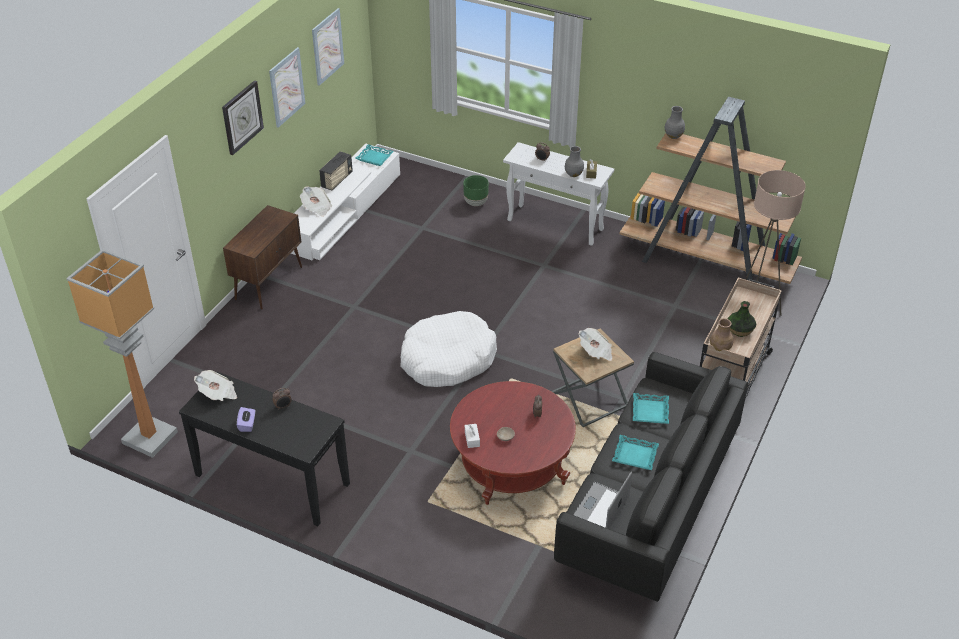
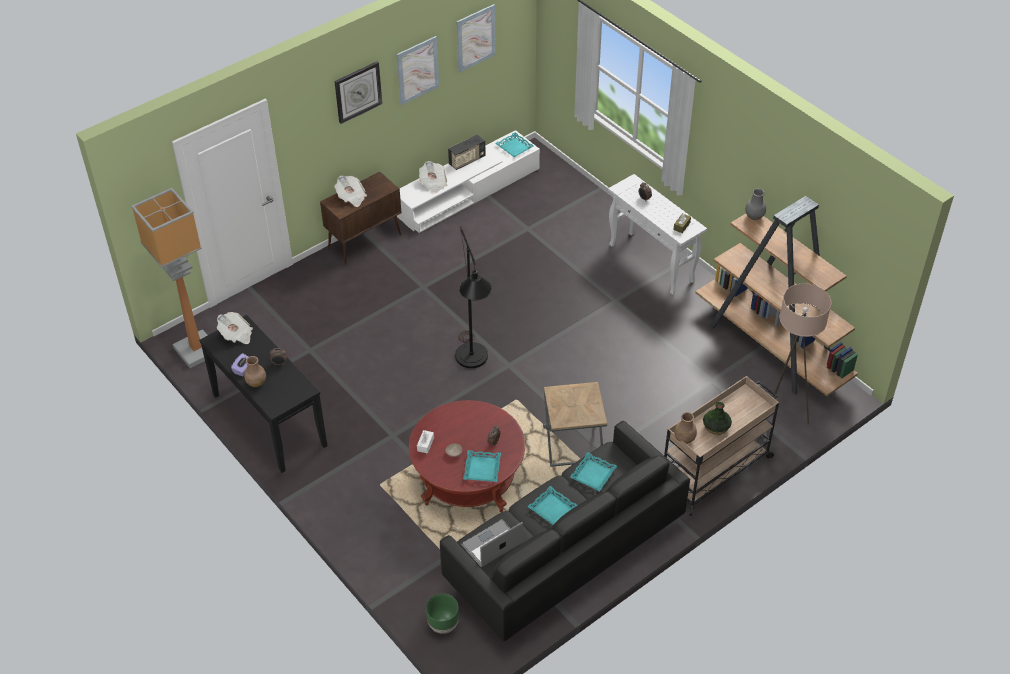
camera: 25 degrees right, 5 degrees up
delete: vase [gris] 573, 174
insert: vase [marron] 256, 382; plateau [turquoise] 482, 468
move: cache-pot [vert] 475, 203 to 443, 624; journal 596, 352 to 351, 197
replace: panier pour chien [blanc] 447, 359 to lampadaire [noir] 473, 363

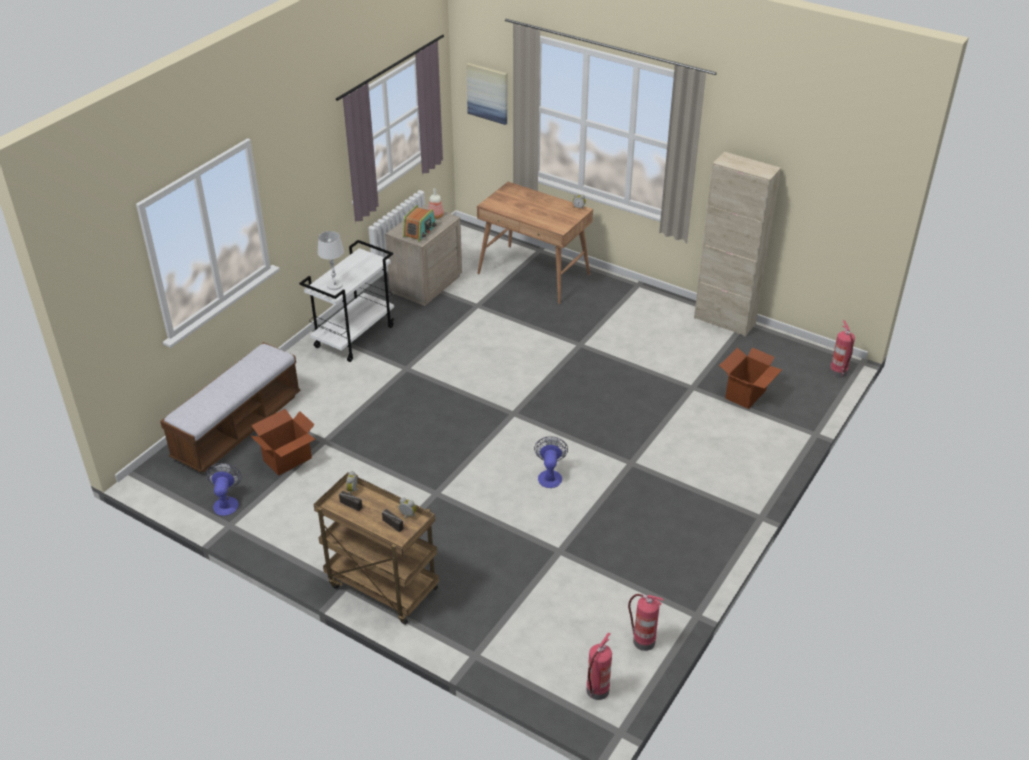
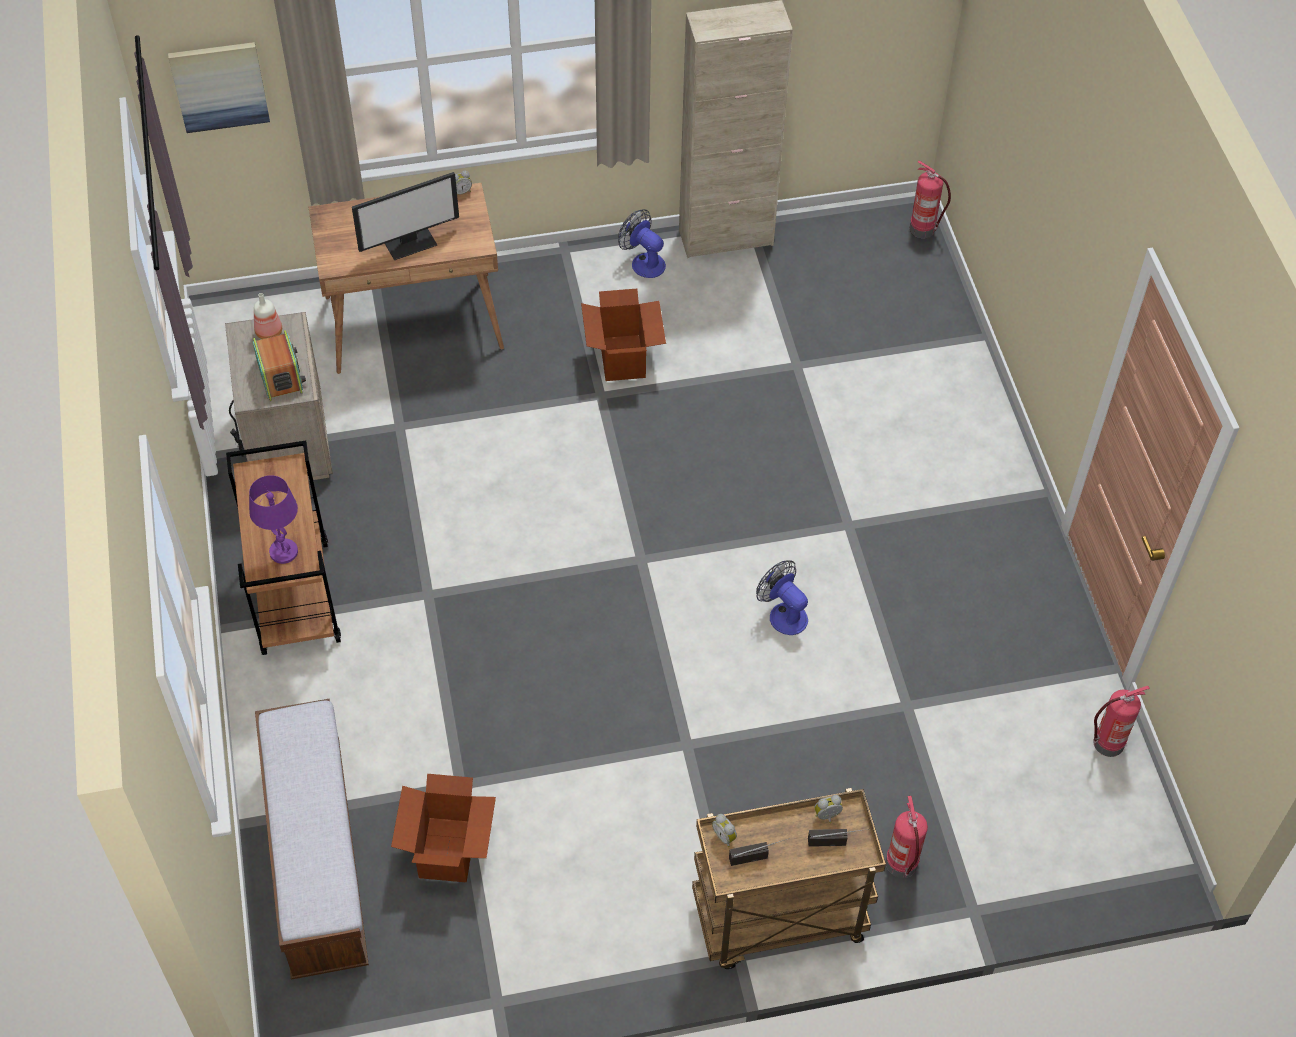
camera: 45 degrees left, 15 degrees up
insert: écran d'ordinateur 410, 242
move: ventilateur 226, 502 to 643, 262; extincteur 597, 691 to 902, 864; carton 746, 394 to 623, 358
recolor: chariot [blanc] 354, 336 to chariot [marron] 294, 596; lampe de table [blanc] 334, 285 to lampe de table [violet] 283, 552

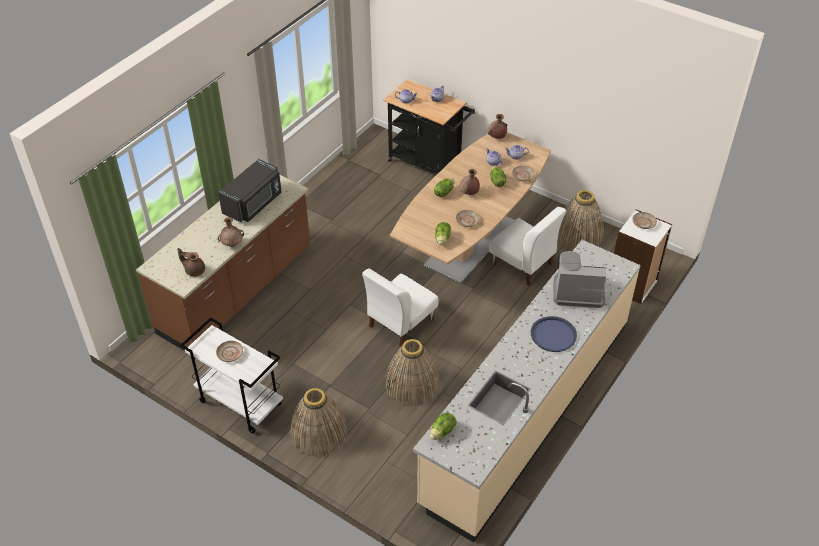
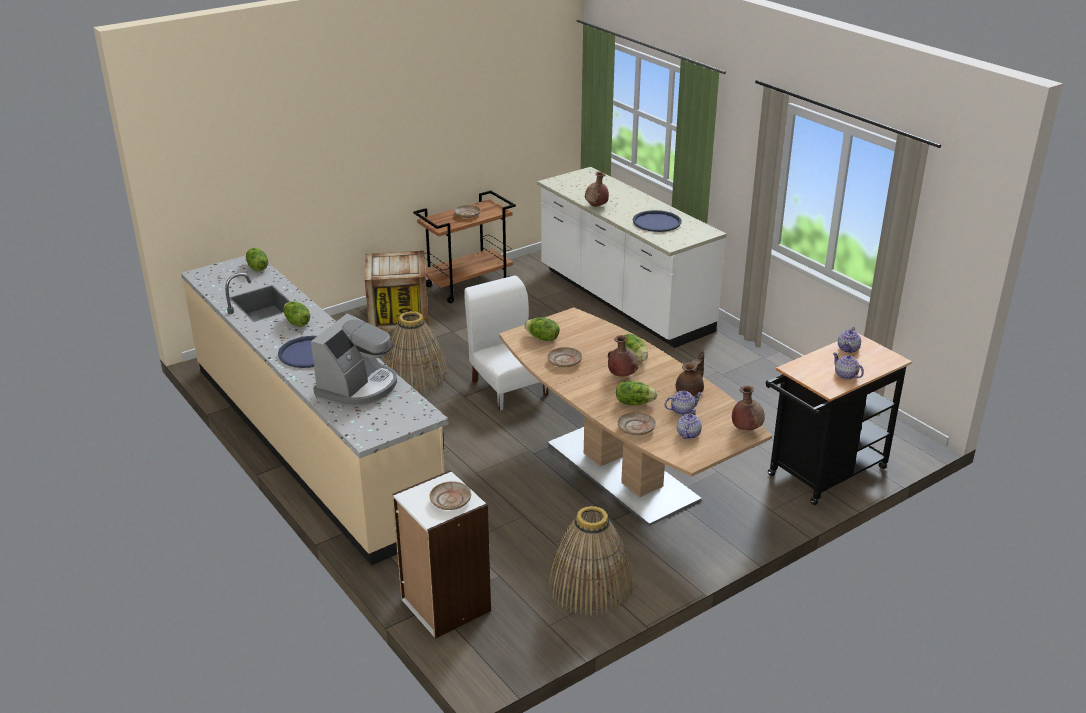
camera: 110 degrees right, 15 degrees down
delete: chaise [blanc] 523, 264
insert: laitue 296, 323
move: théière [marron] 194, 270 to 690, 391
replace: micro-ondes [noir] 254, 204 to plateau [bleu] 657, 222; panier 318, 433 to caisse 398, 317
recolor: comptoir de cuisine [marron] 237, 291 to comptoir de cuisine [blanc] 623, 301; chariot [blanc] 239, 403 to chariot [marron] 468, 285

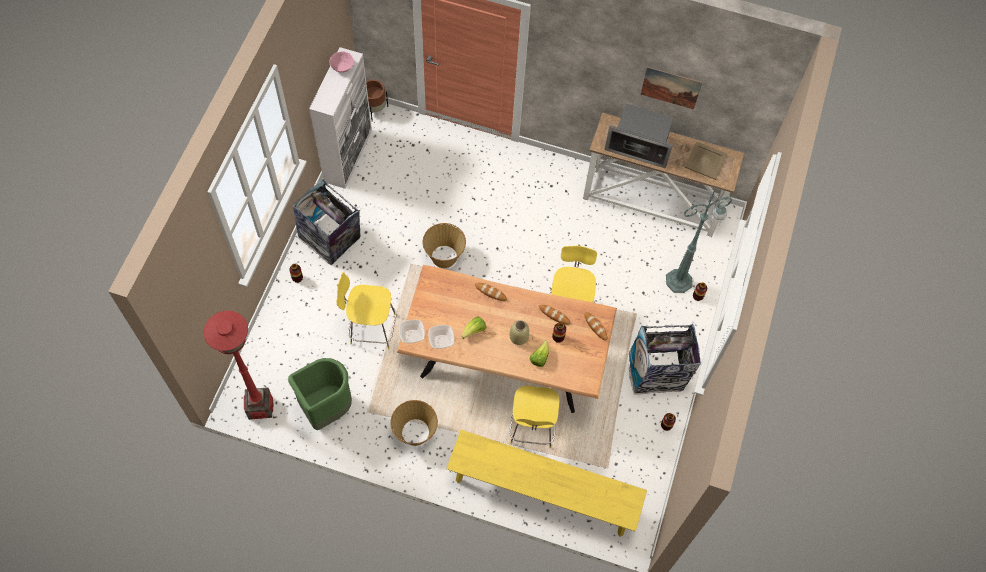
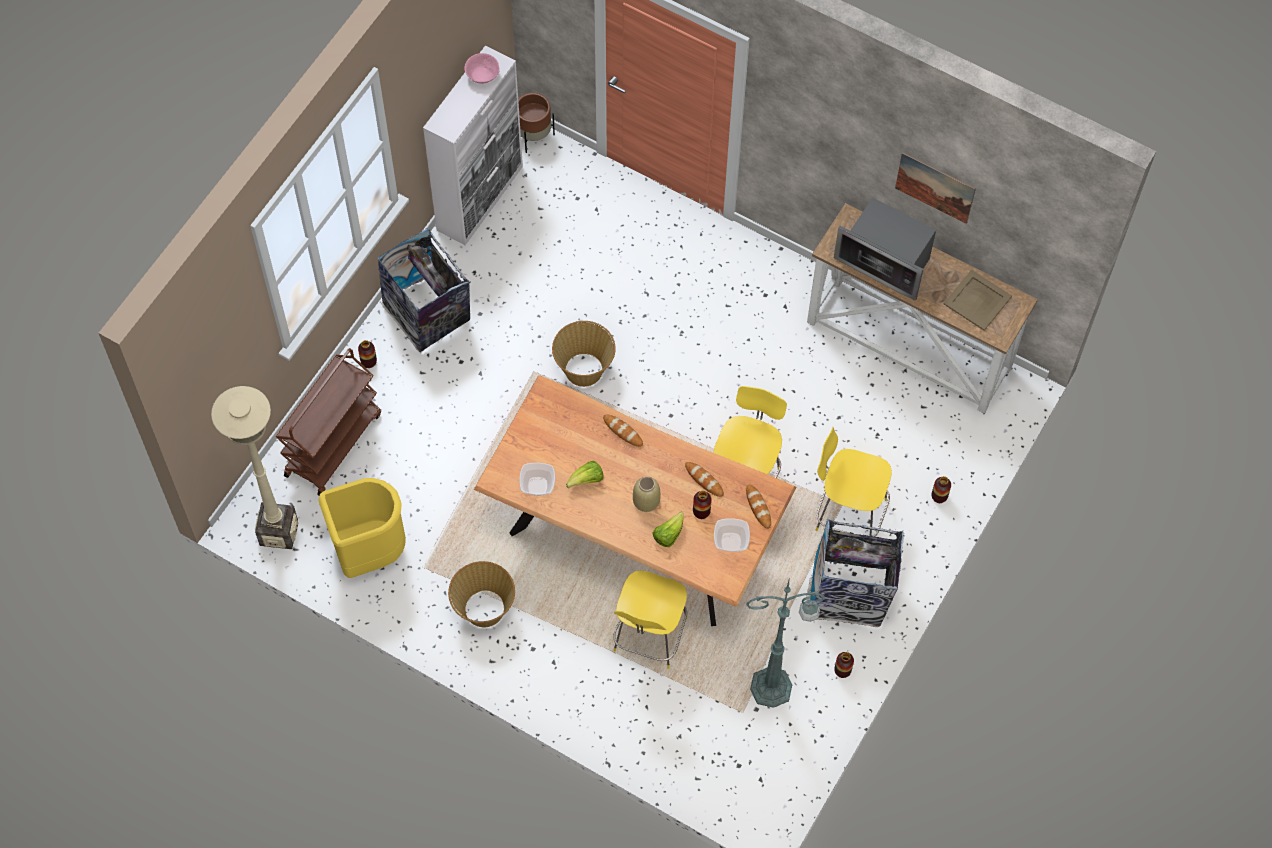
camera: 15 degrees right, 0 degrees up
delete: banc [jaune] 543, 493
insert: chariot [marron] 333, 443
move: chaise [jaune] 371, 328 to 848, 514; bol 412, 336 to 731, 541; lampadaire [vert] 680, 280 to 773, 687
recolor: lampadaire [rouge] 260, 407 to lampadaire [beige] 279, 532; poubelle [vert] 326, 409 to poubelle [jaune] 369, 552

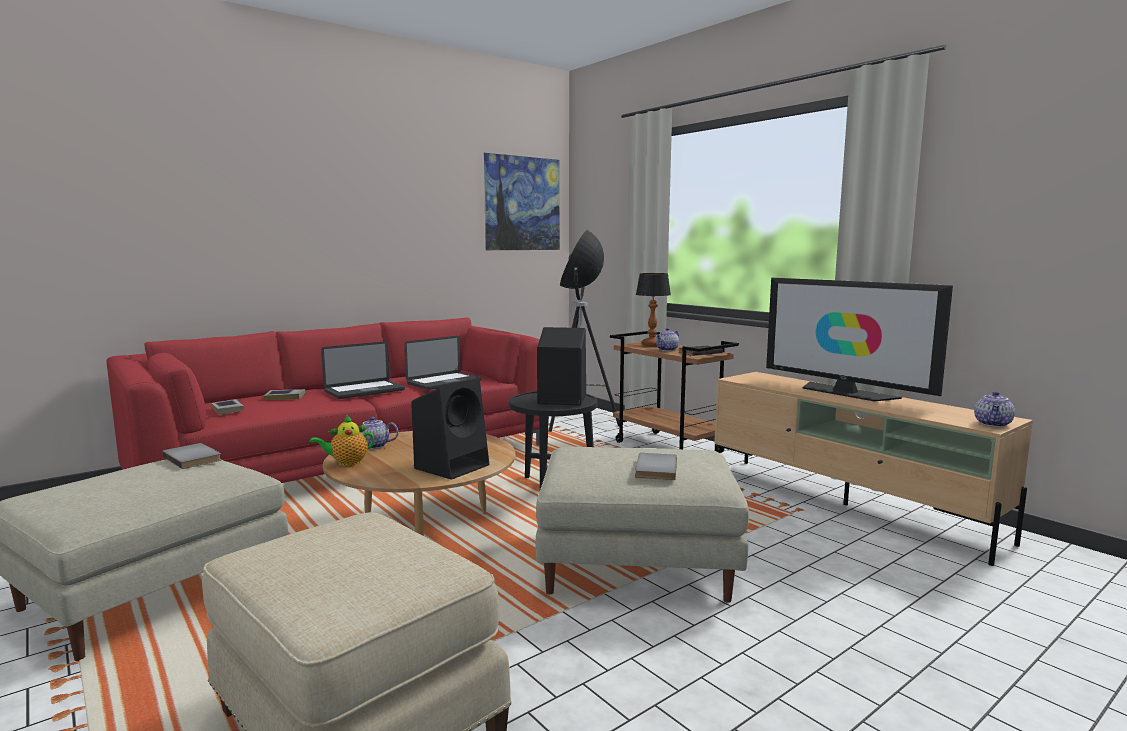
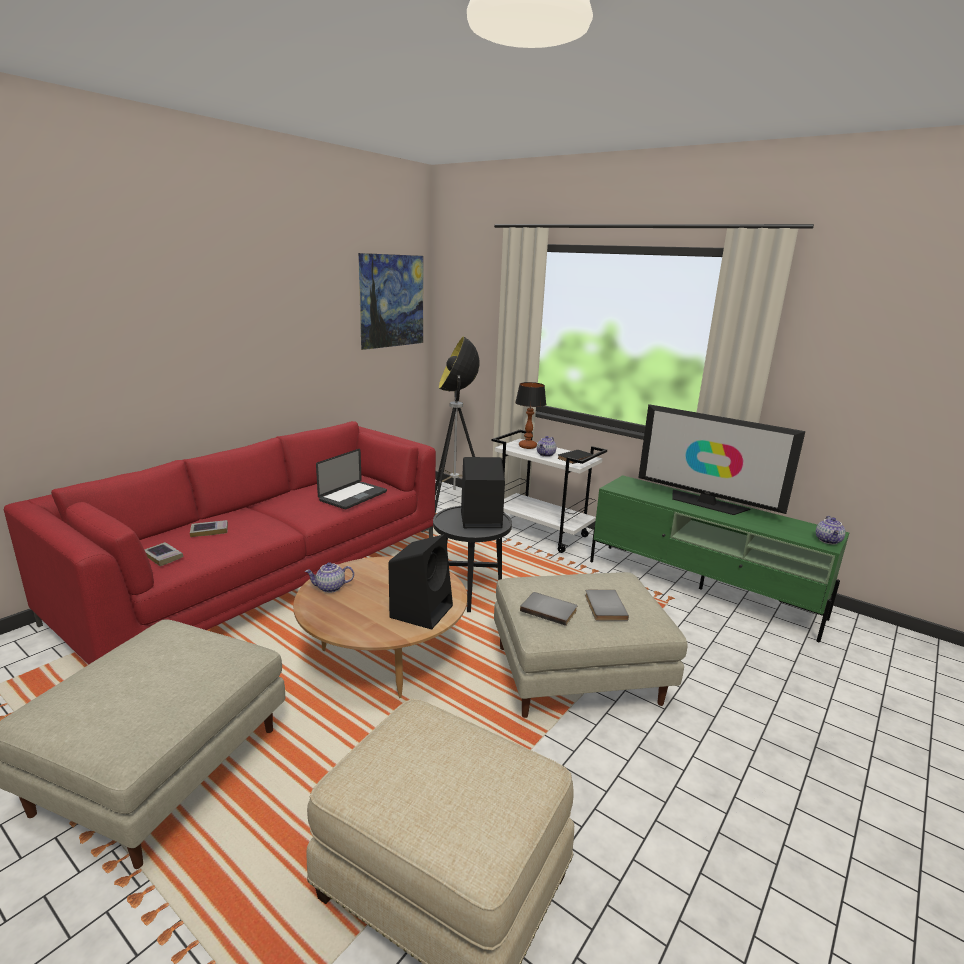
camera: 15 degrees left, 10 degrees up
delete: théière 347, 463; ordinateur portable 365, 391
move: livre [gris] 194, 458 to 549, 609
recolor: chariot [marron] 669, 447 to chariot [blanc] 542, 533; meuble télé [beige] 846, 505 to meuble télé [vert] 701, 589

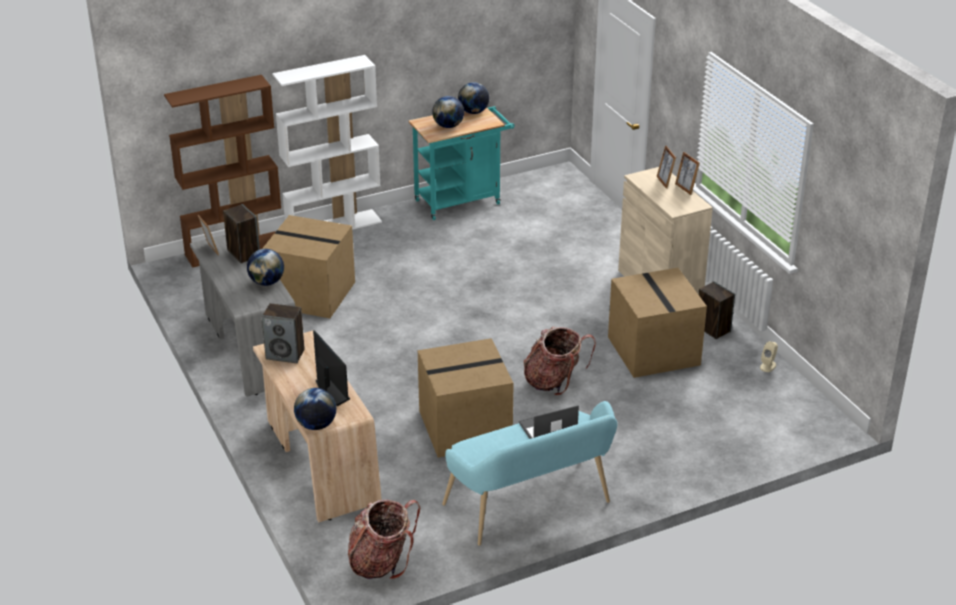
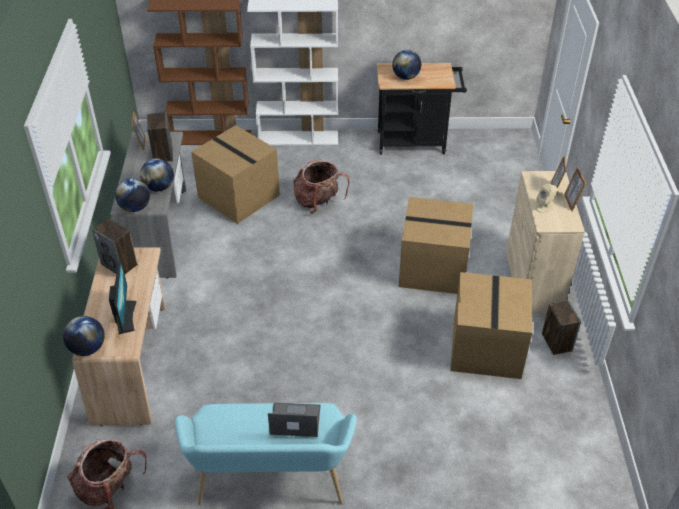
camera: 25 degrees right, 10 degrees up
move: carton 464, 428 to 432, 268; globe 473, 112 to 135, 207; sac à dos 554, 381 to 318, 202; enceinte [beige] 768, 366 to 544, 207
recolor: chariot [turquoise] 462, 200 to chariot [noir] 416, 142

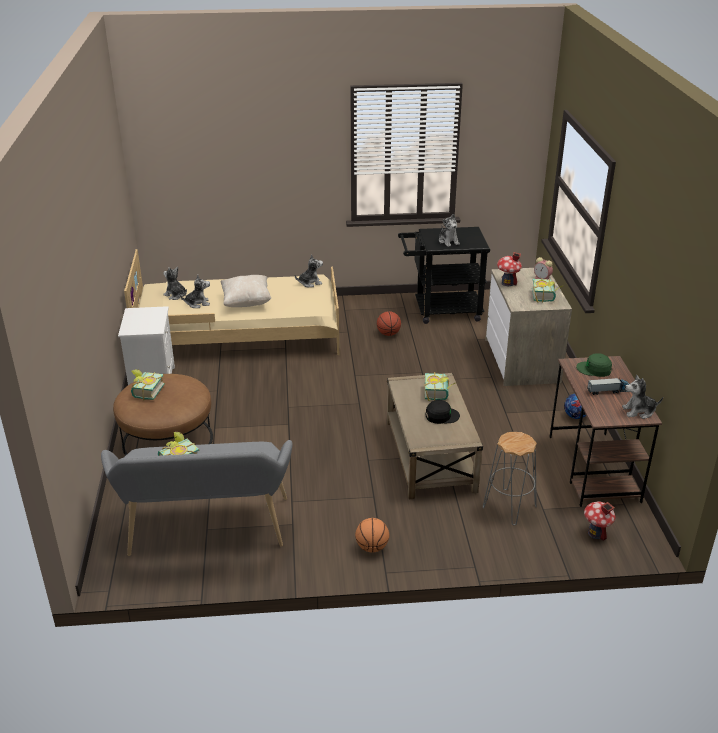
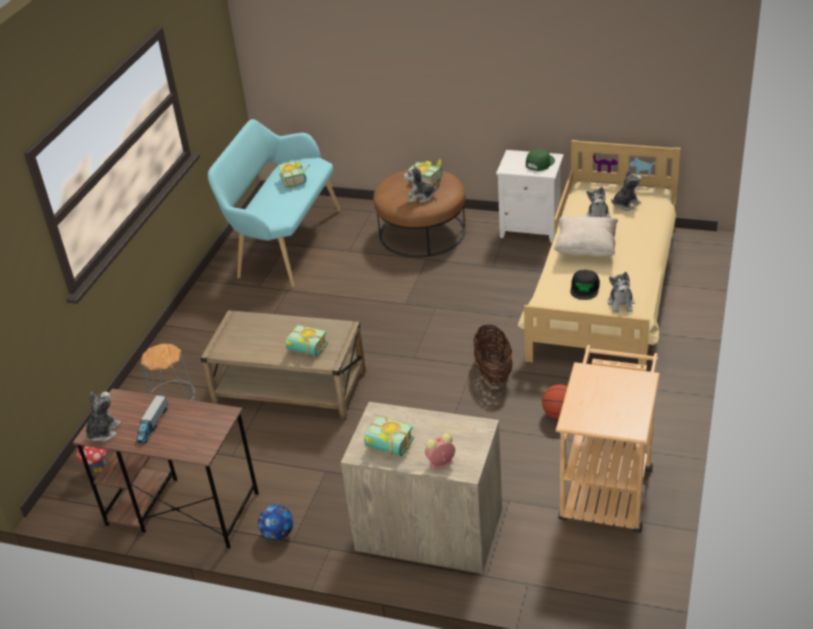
camera: 115 degrees right, 5 degrees up
delete: ballon de basket 372, 547; maison miniature 507, 283
insert: panier 493, 372
move: casquette [noir] 441, 416 to 585, 288; peluche 448, 241 to 421, 197; casquette [vert] 594, 369 to 540, 163
recolor: banc [gris] 206, 531 to banc [turquoise] 284, 244; chariot [noir] 441, 311 to chariot [beige] 607, 486

